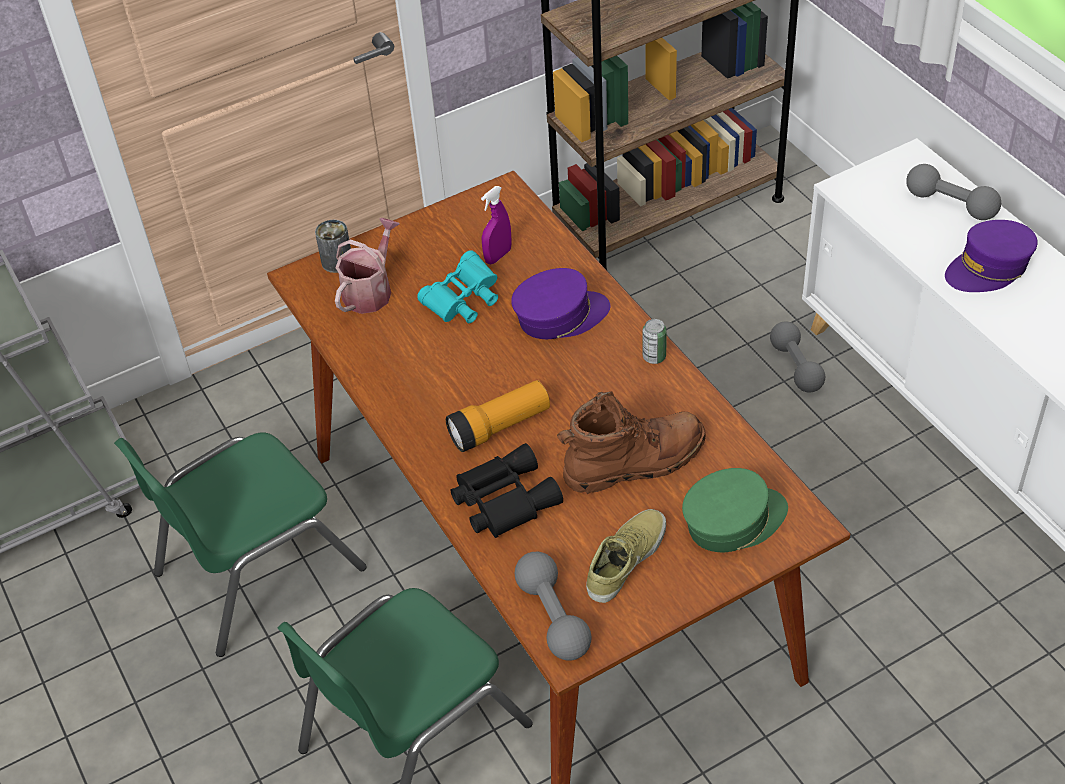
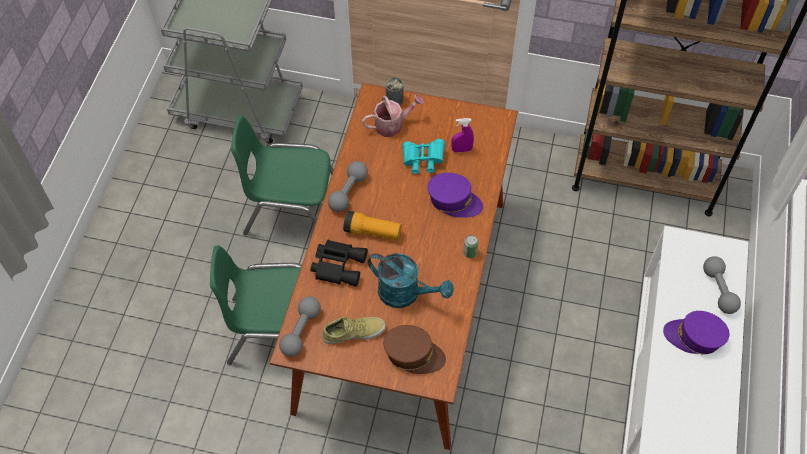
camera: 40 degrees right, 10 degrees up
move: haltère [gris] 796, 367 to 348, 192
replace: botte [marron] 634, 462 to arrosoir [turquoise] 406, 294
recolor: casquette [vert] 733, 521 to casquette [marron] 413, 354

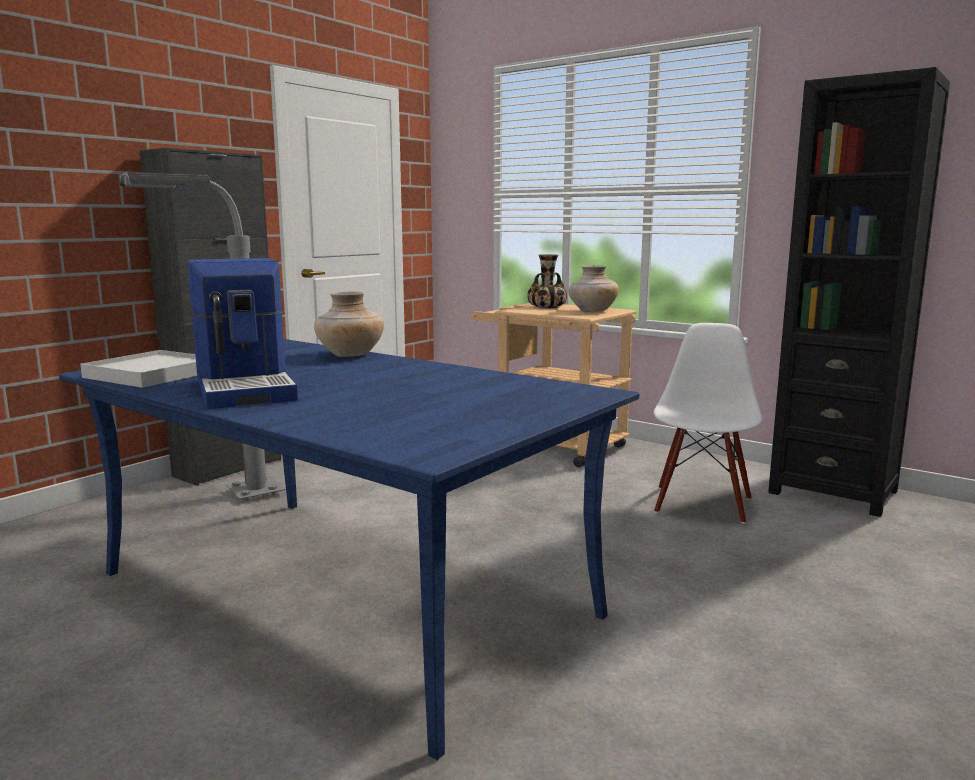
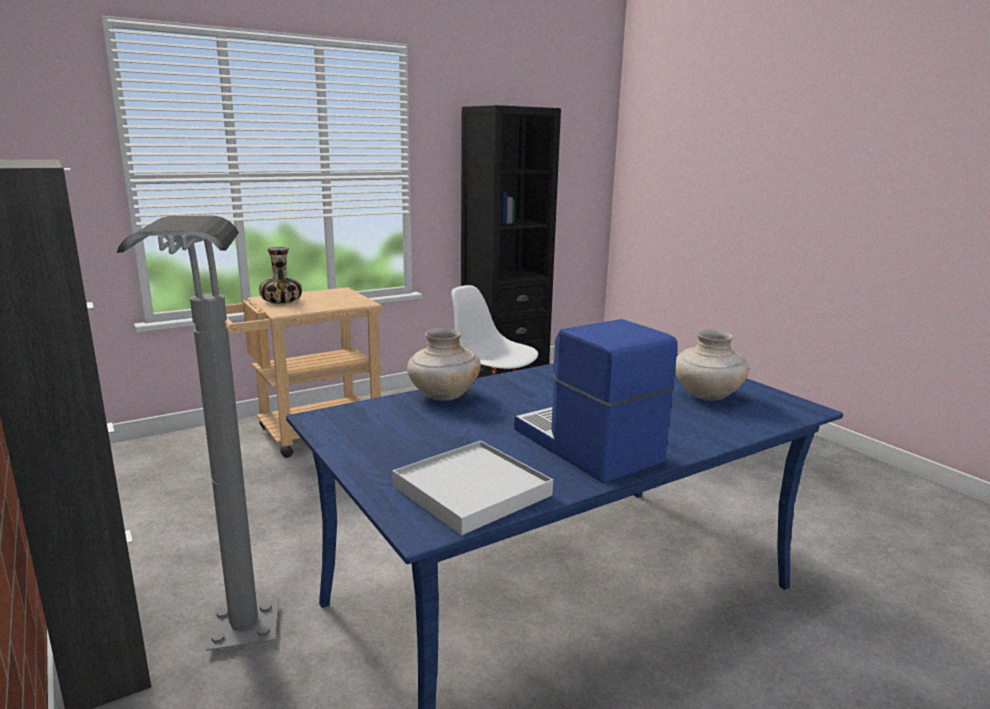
camera: 70 degrees left, 5 degrees up
move: vase [beige] 592, 311 to 707, 396
rotate: machine à café 246, 389 = 586, 446 120 degrees counterclockwise

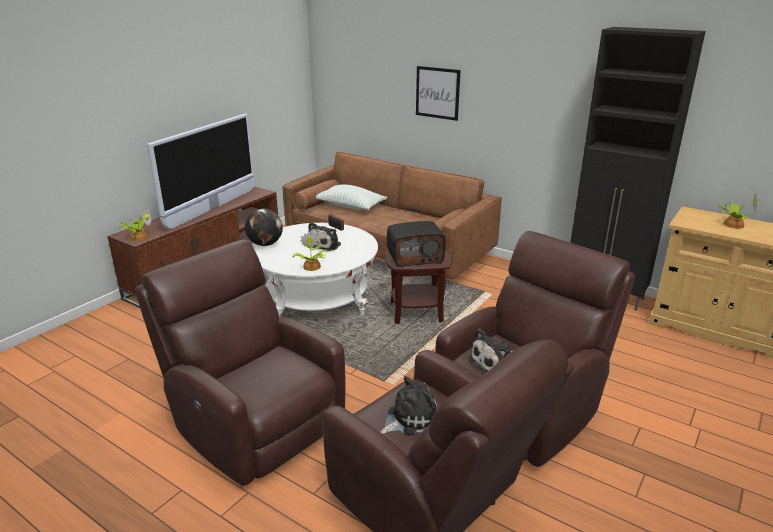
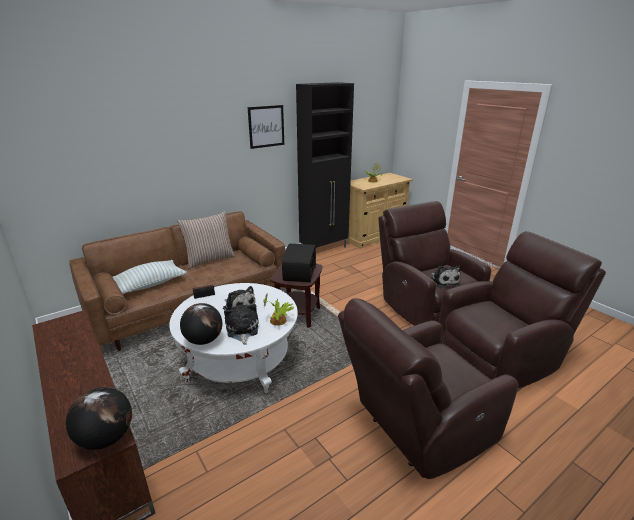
camera: 70 degrees left, 0 degrees up
delete: téléviseur 213, 208
insert: coussin 210, 259
move: peluche 410, 418 to 242, 330; tableau 437, 93 to 266, 126
replace: plante en pot 138, 237 to globe 106, 438

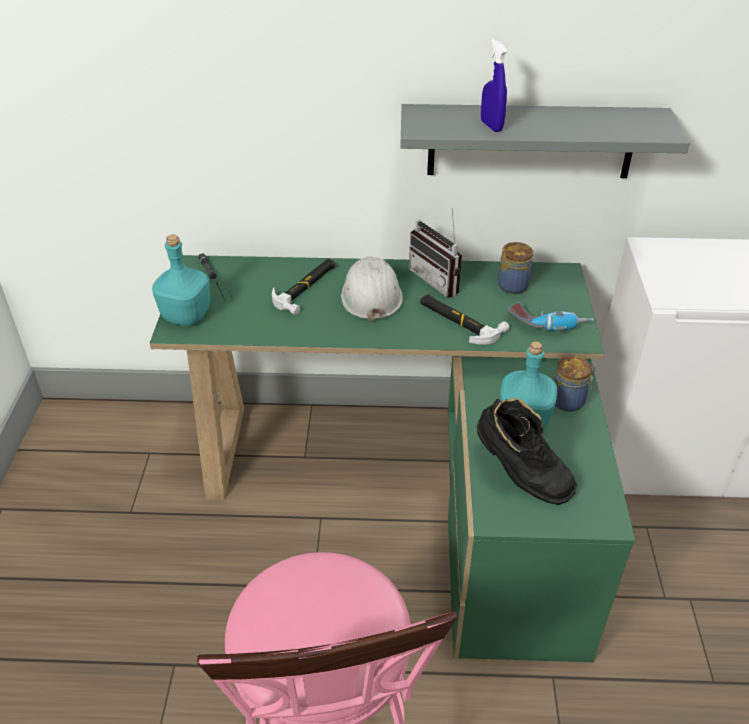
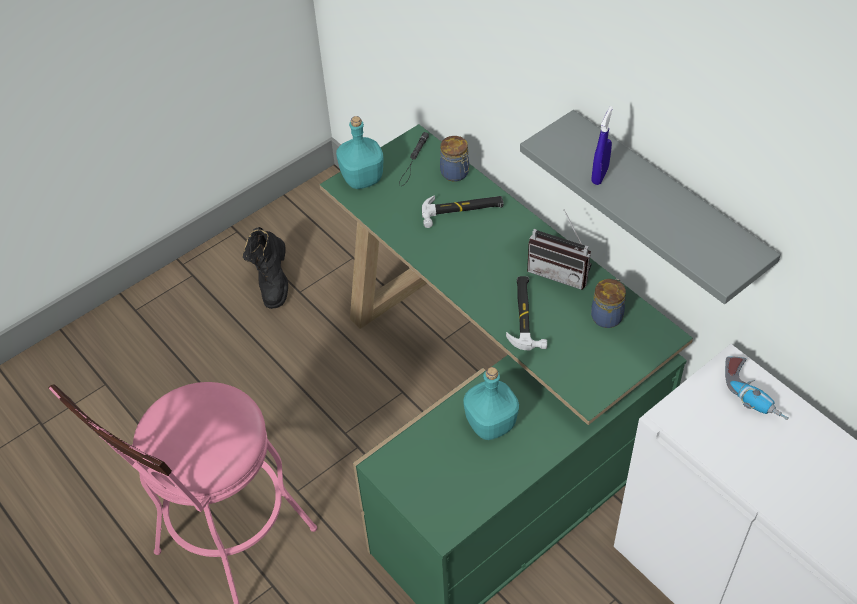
camera: 50 degrees right, 10 degrees up
delete: casque de chantier [blanc] 371, 295
move: botte [noir] 520, 475 to 273, 282; perceuse 548, 324 to 753, 395; bocal 569, 401 to 455, 173
rotate: radio 440, 280 = 560, 271 75 degrees counterclockwise

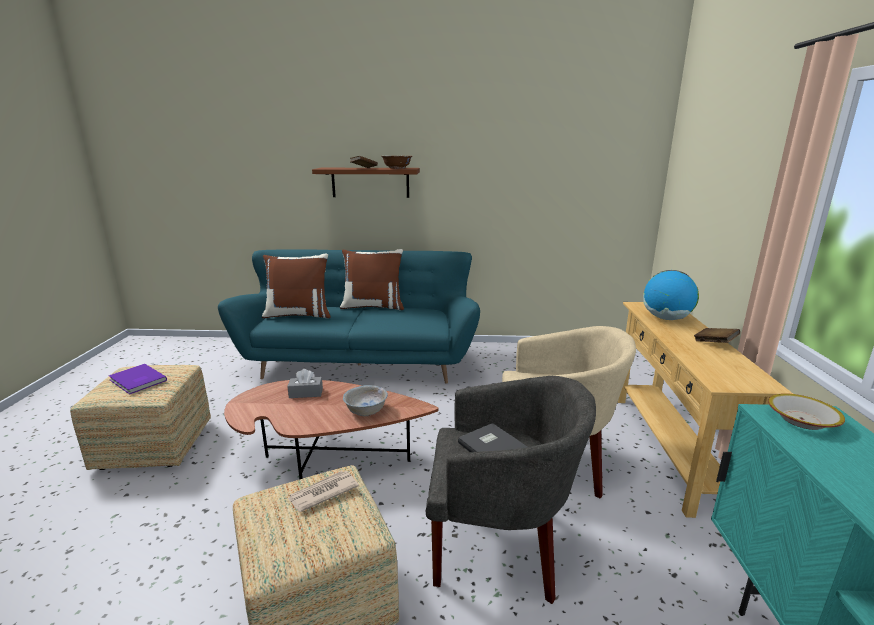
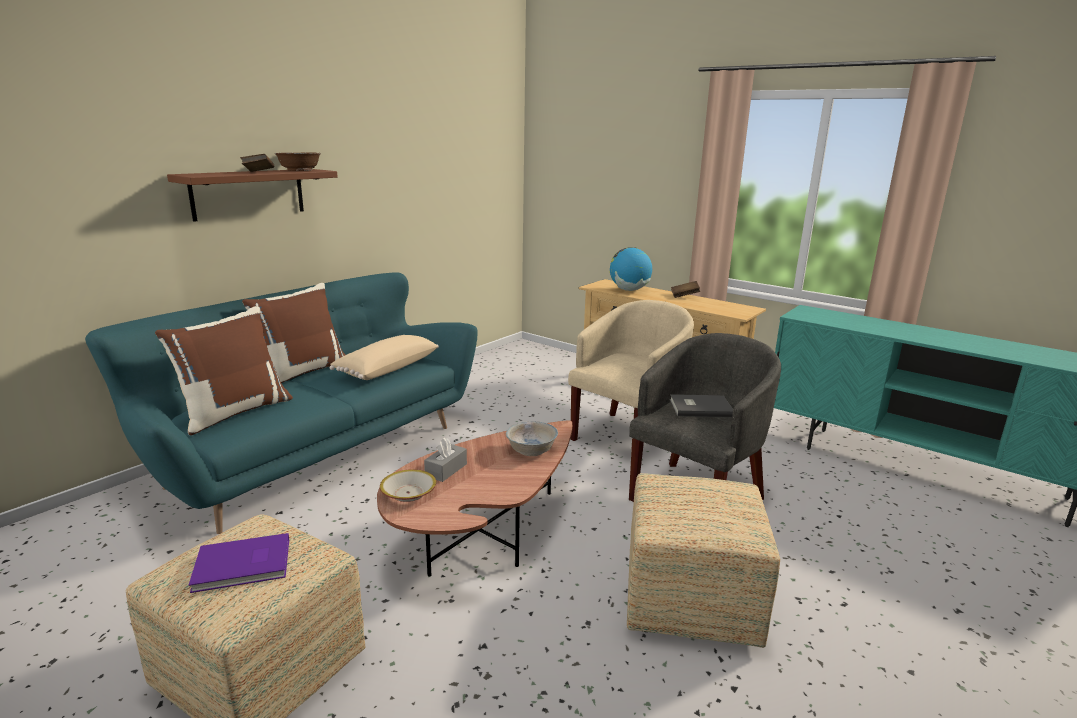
camera: 55 degrees left, 0 degrees up
delete: journal 322, 493
insert: coussin [beige] 386, 369
move: bol 801, 420 to 408, 493

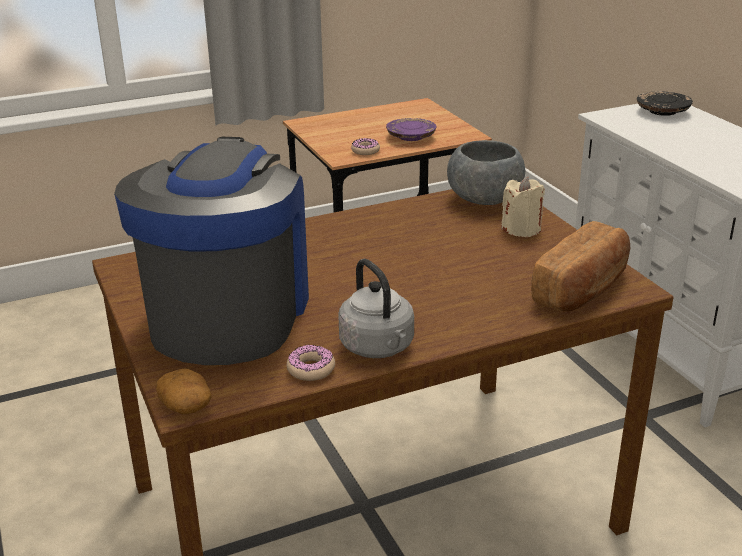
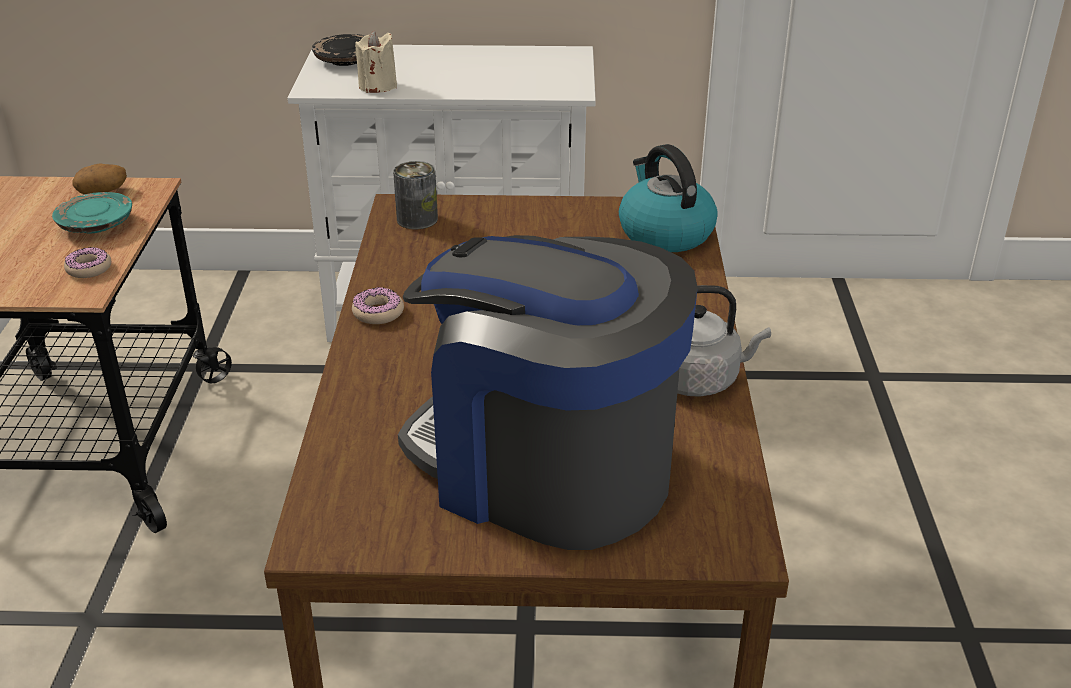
camera: 65 degrees left, 5 degrees up
move: pomme de terre 186, 406 to 103, 191; beignet 311, 369 to 378, 313; bougie [beige] 521, 229 to 377, 86
replace: bol [gris] 485, 199 to boîte métallique 417, 219; pain 582, 289 to bouilloire 664, 233
recolor: assiette [violet] 410, 137 to assiette [turquoise] 95, 225

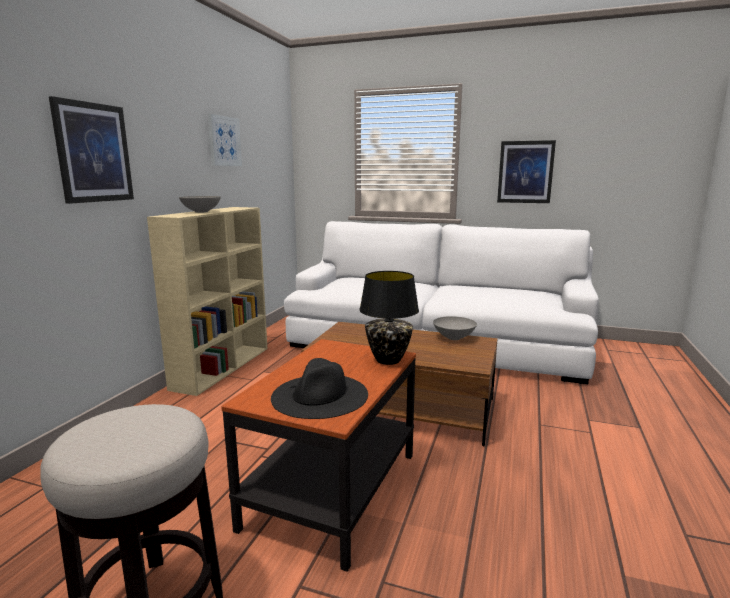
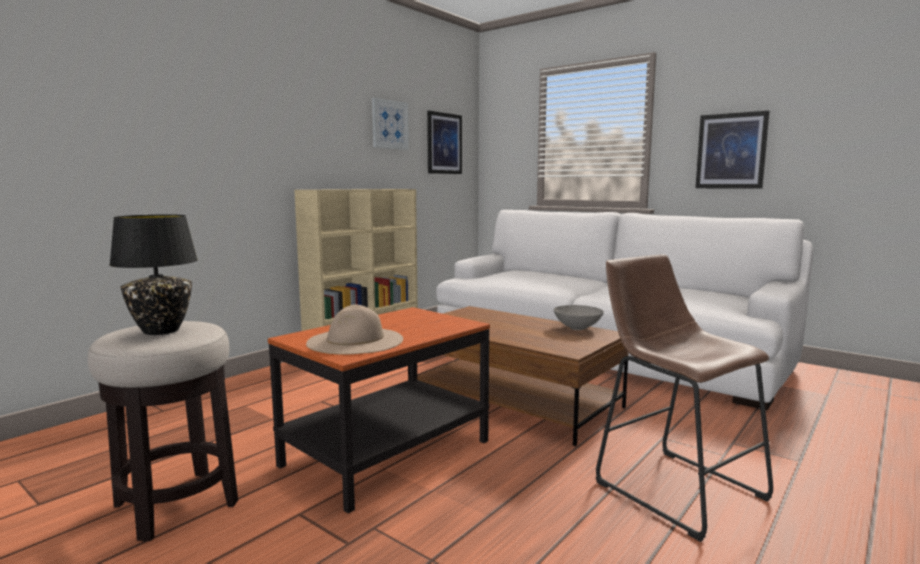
camera: 20 degrees right, 5 degrees down
delete: bol [gris] 202, 212
insert: tabouret [marron] 672, 486
move: tableau 93, 153 to 444, 143; lampe de table [noir] 387, 360 to 161, 331
recolor: chapeau [noir] 320, 395 to chapeau [beige] 355, 341

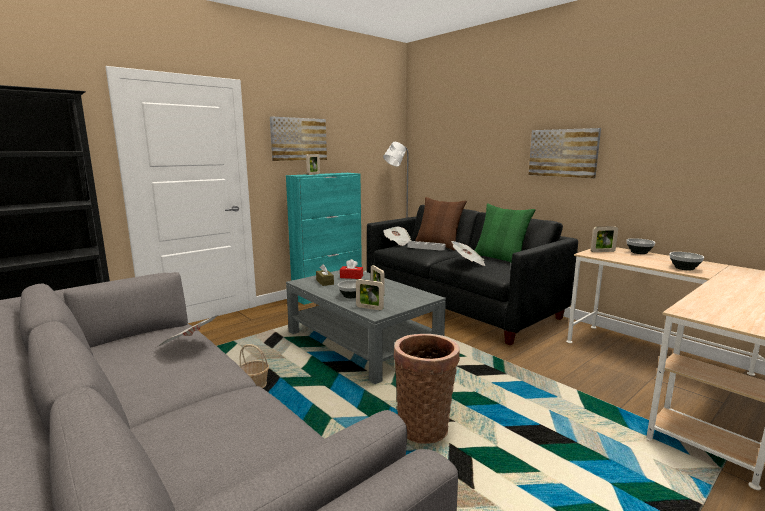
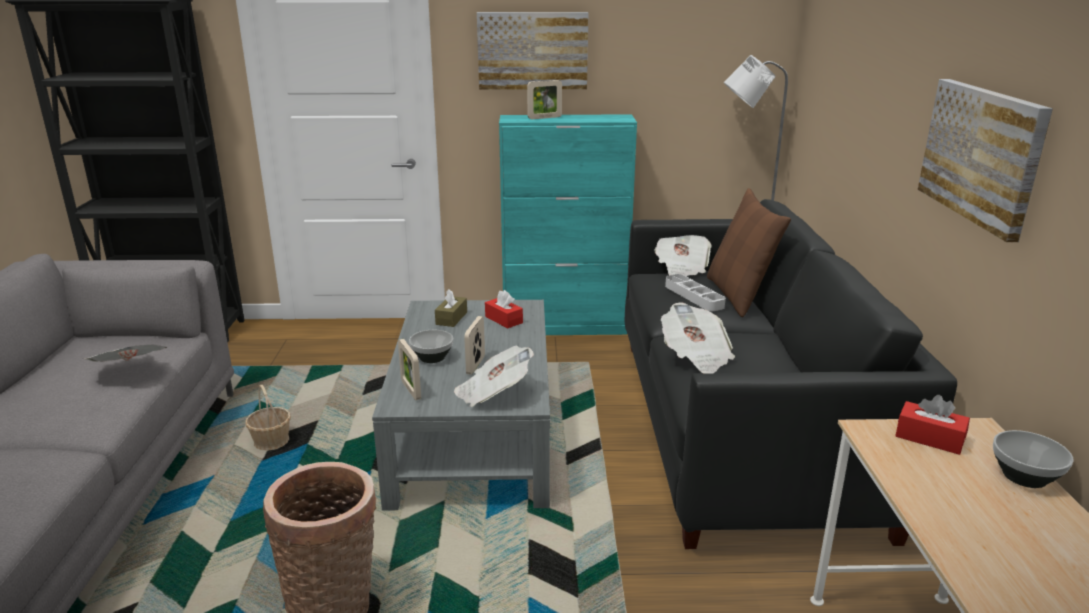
camera: 40 degrees right, 10 degrees up
delete: coussin [vert] 500, 259; bol 684, 268
insert: journal 493, 394
replace: cadre photo 602, 251 to boîte à mouchoirs [rouge] 929, 438

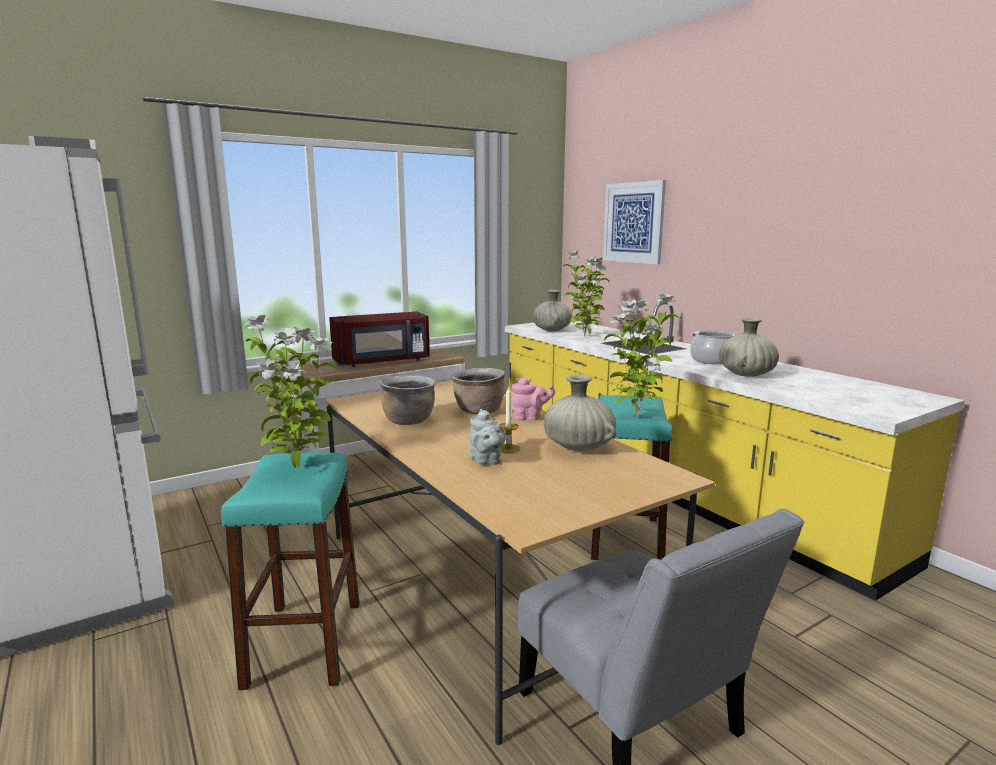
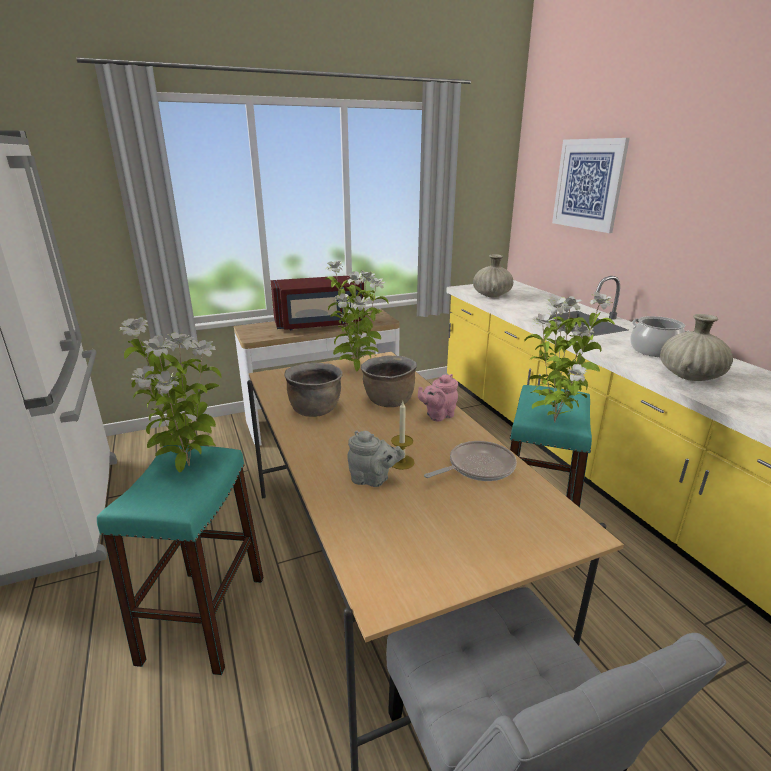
camera: 10 degrees right, 10 degrees up
move: plante en pot 585, 337 to 357, 371
replace: vase [beige] 578, 447 to poêle 477, 467
rotate: théière [gris] 486, 461 = 373, 480 60 degrees counterclockwise; théière [rose] 529, 418 = 438, 415 135 degrees clockwise

